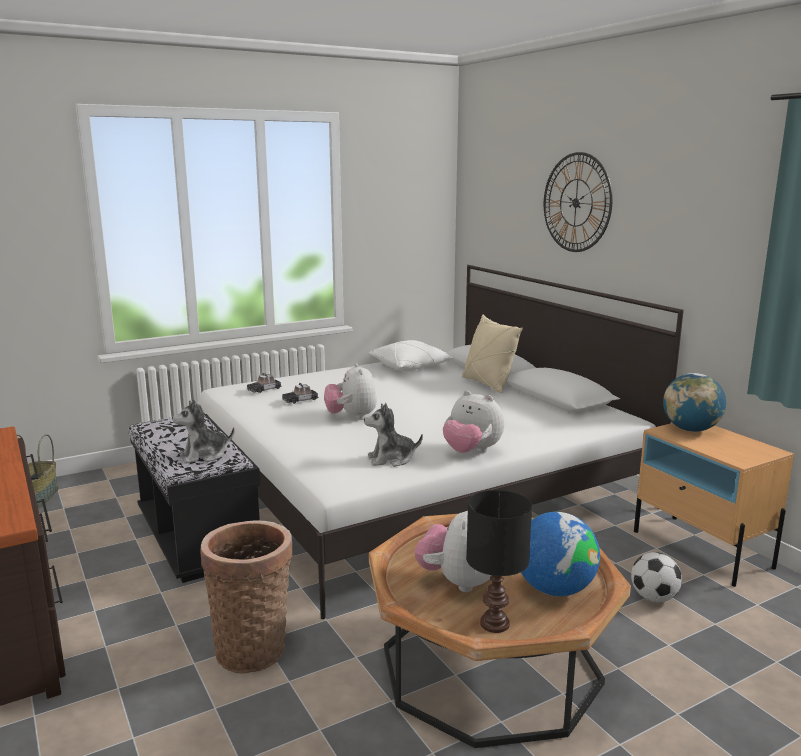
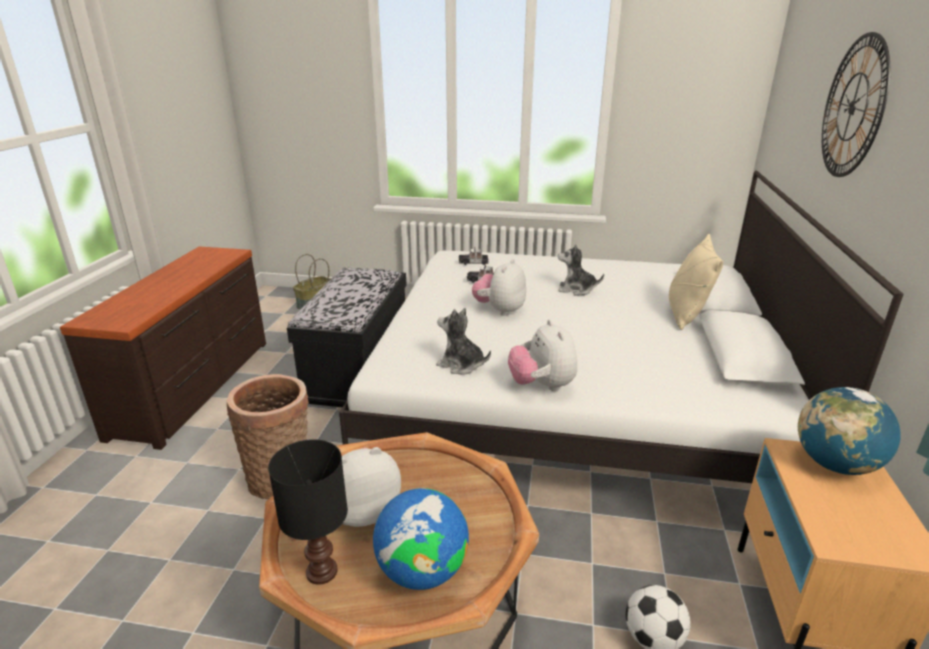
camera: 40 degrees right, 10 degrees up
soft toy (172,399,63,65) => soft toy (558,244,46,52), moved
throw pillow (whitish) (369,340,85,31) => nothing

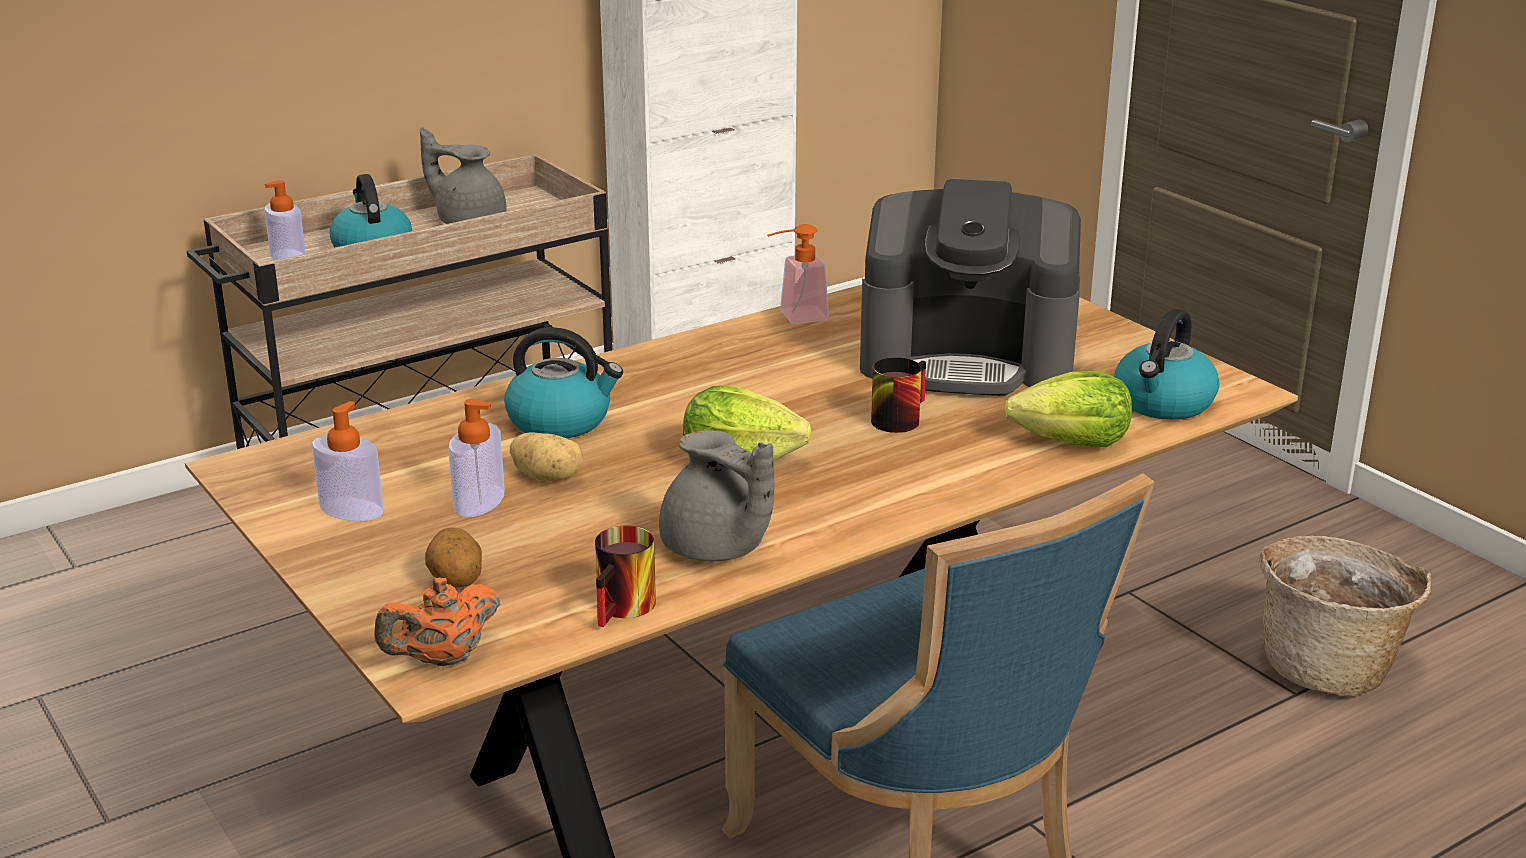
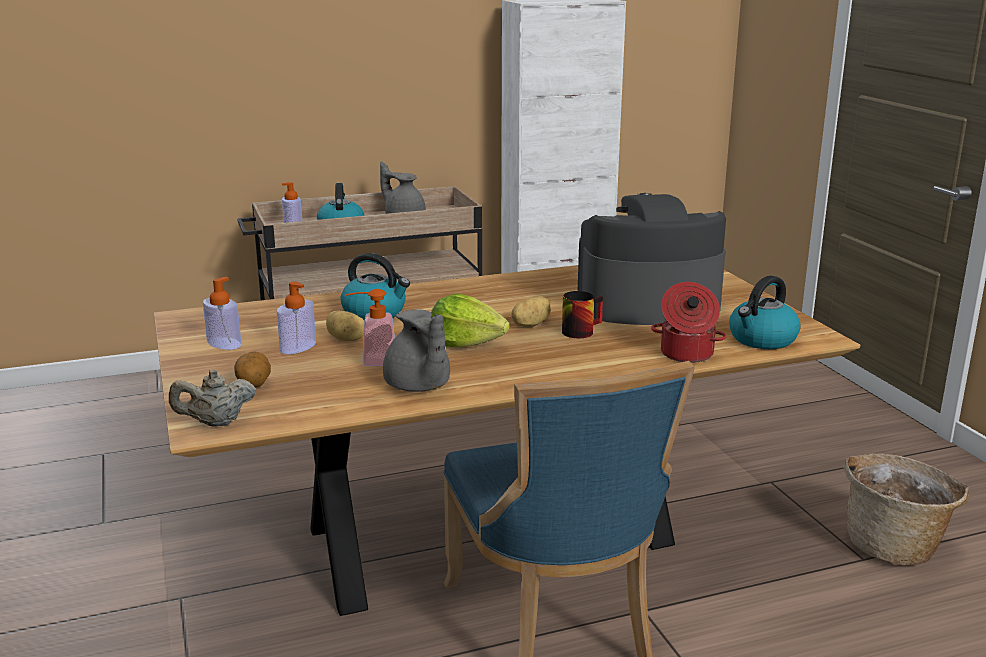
camera: 15 degrees right, 5 degrees down
teapot (orangey) (374,577,127,89) => teapot (beige) (169,369,87,58)
liquid soap bottle (767,224,62,100) => liquid soap bottle (345,289,50,77), moved
nothing => potato (511,296,40,31)
coffee brewer (860,179,221,217) => coffee brewer (578,193,148,132), 150 degrees clockwise
head of lettuce (1004,371,128,76) => saucepot (651,282,76,81)
coffee mug (595,526,61,101) => nothing

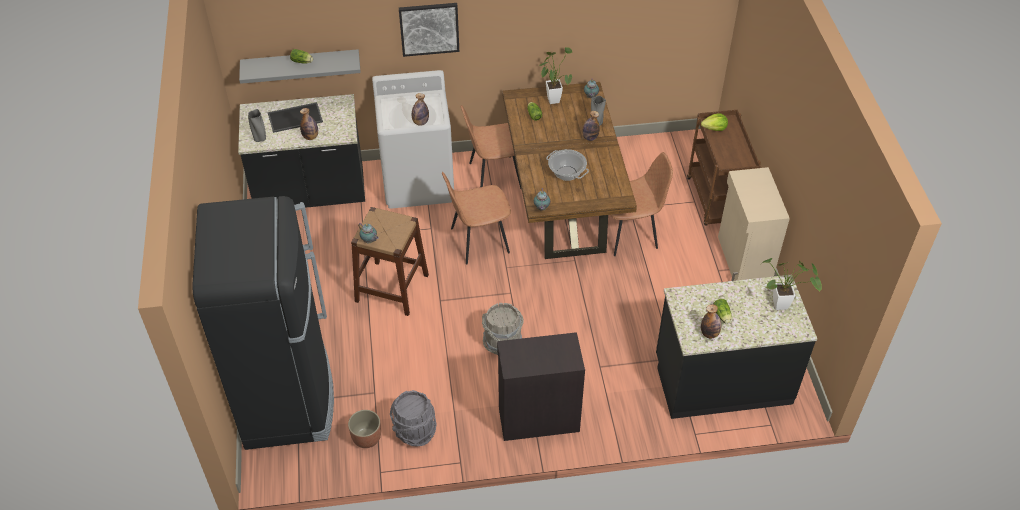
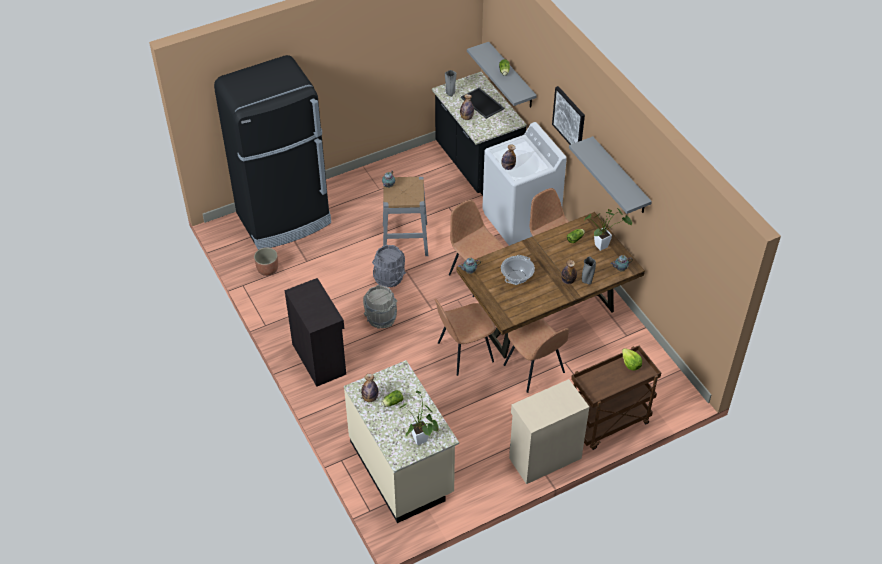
camera: 70 degrees right, 0 degrees up
counter (black-coloured) (656,275,161,144) => counter (beige) (344,360,115,163)
bucket (grey) (390,390,47,56) => bucket (grey) (372,245,34,43), moved
stool seat (brown-coloured) (351,207,78,109) => stool seat (grey) (383,177,45,79)
nothing => upright chair (brown-coloured) (434,298,62,78)
nothing => wall shelf (grey) (569,136,83,78)

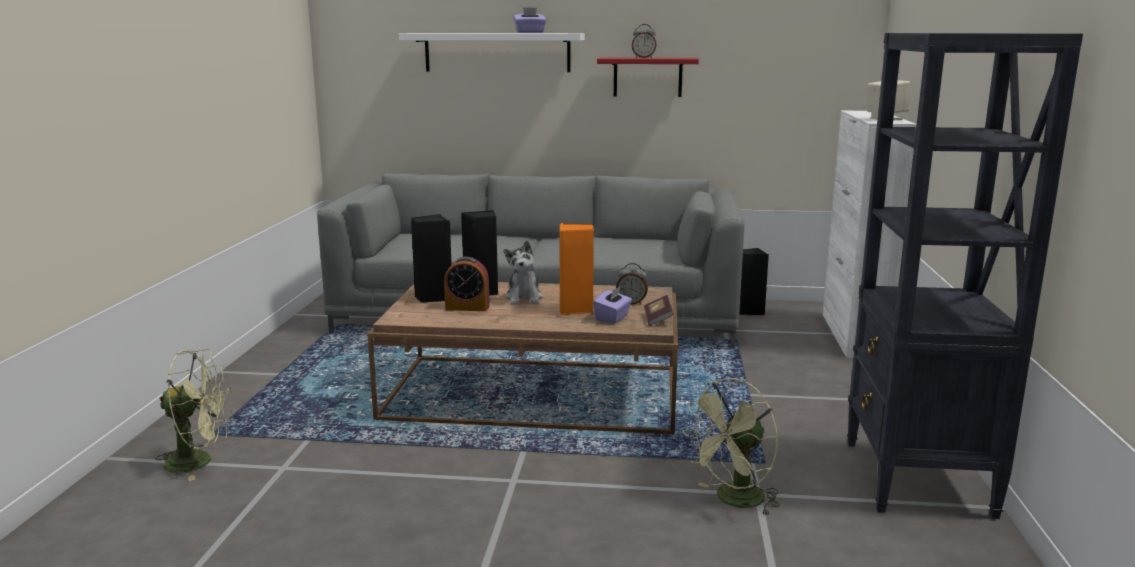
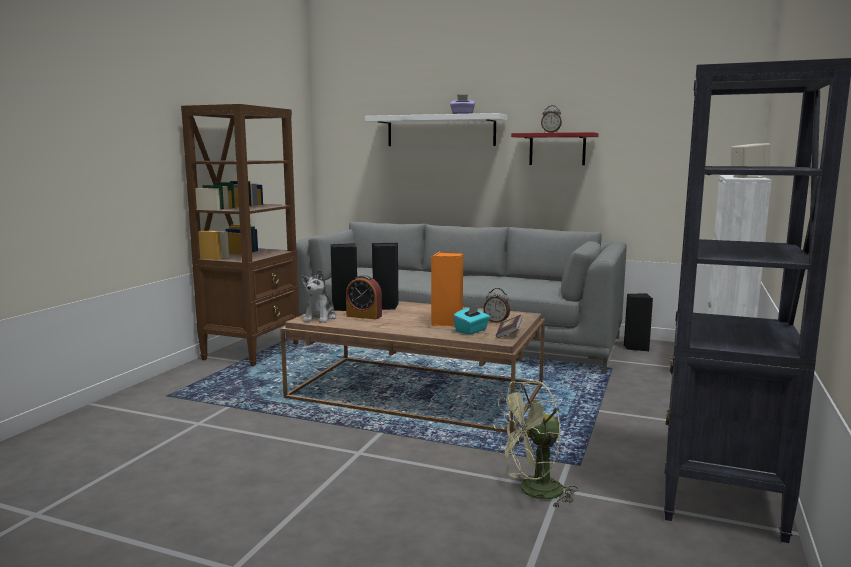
camera: 15 degrees right, 5 degrees down
nothing => bookcase (brown-coloured) (181,104,118,262)
soft toy (504,241,39,64) => soft toy (301,269,35,54), moved
tissue box (purple) (593,286,39,38) => tissue box (turquoise) (453,304,37,31)
fan (green-coloured) (155,349,78,132) => nothing

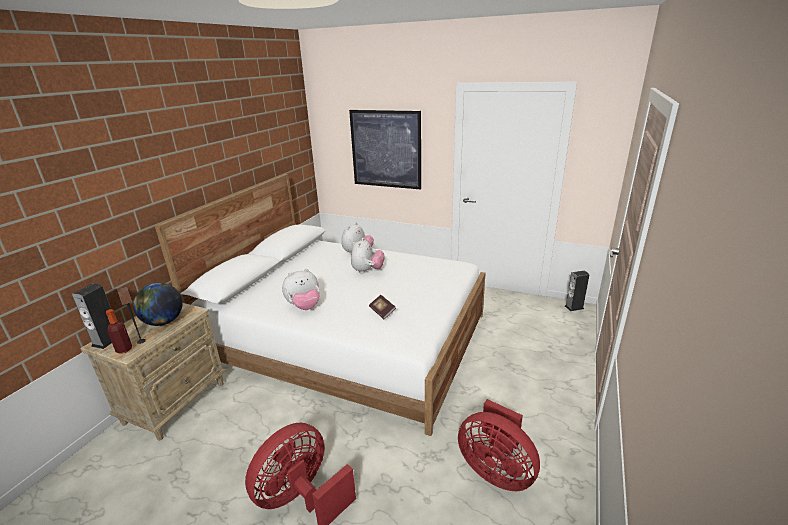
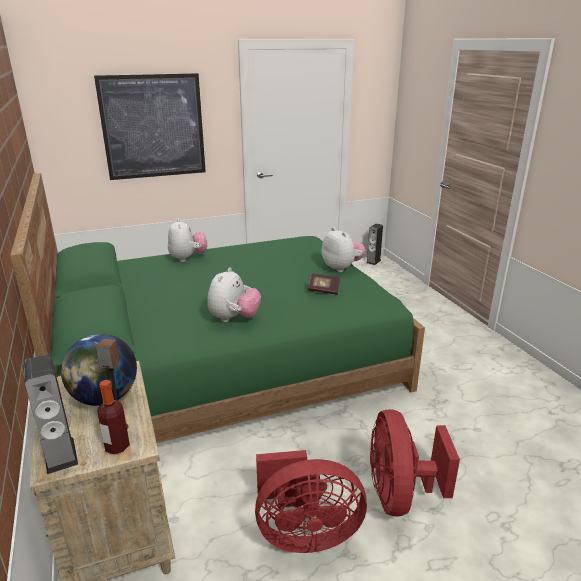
camera: 45 degrees left, 0 degrees up
sleeping bed (whitish) (155,174,331,262) => sleeping bed (green-coloured) (10,173,415,270)
fan (red-coloured) (458,399,82,92) => fan (red-coloured) (255,450,112,103), moved
soft toy (351,238,34,36) => soft toy (322,227,43,45), moved

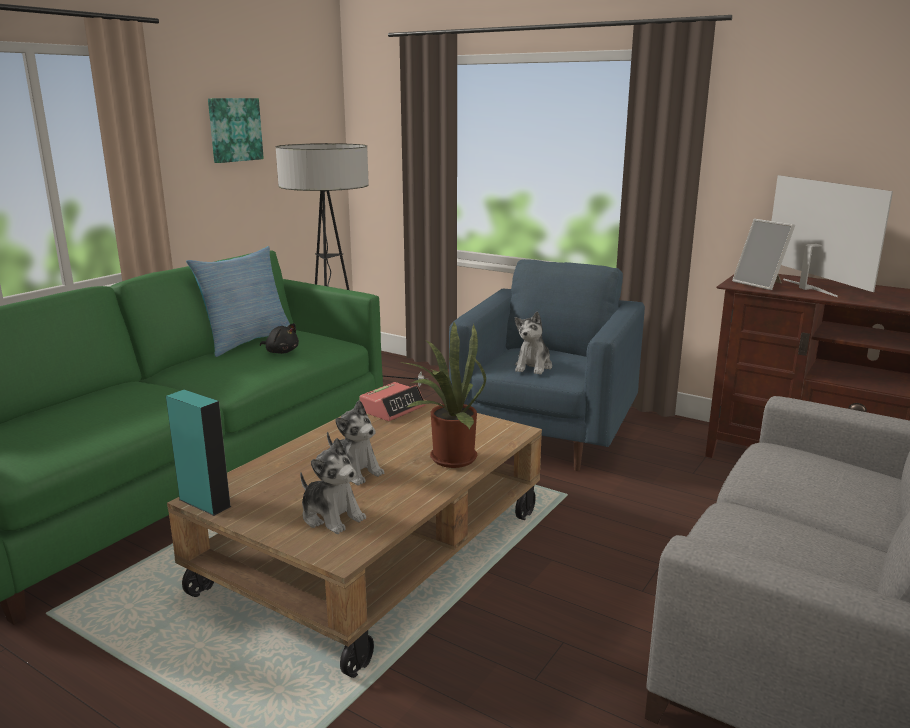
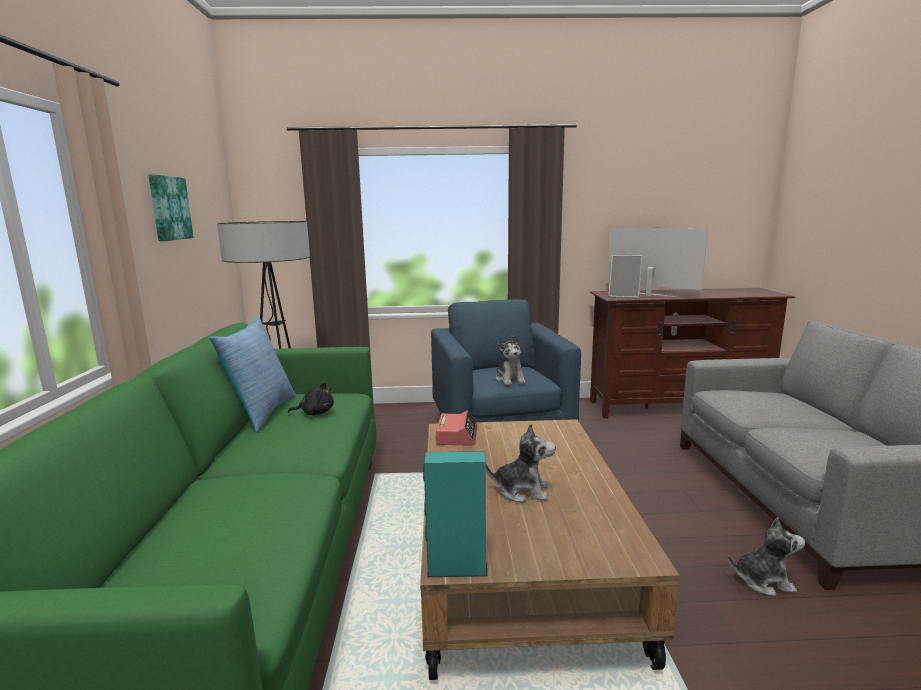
camera: 35 degrees left, 5 degrees down
soft toy (300,438,66,96) => soft toy (728,517,77,79), moved
plant in a pot (399,322,87,146) => nothing

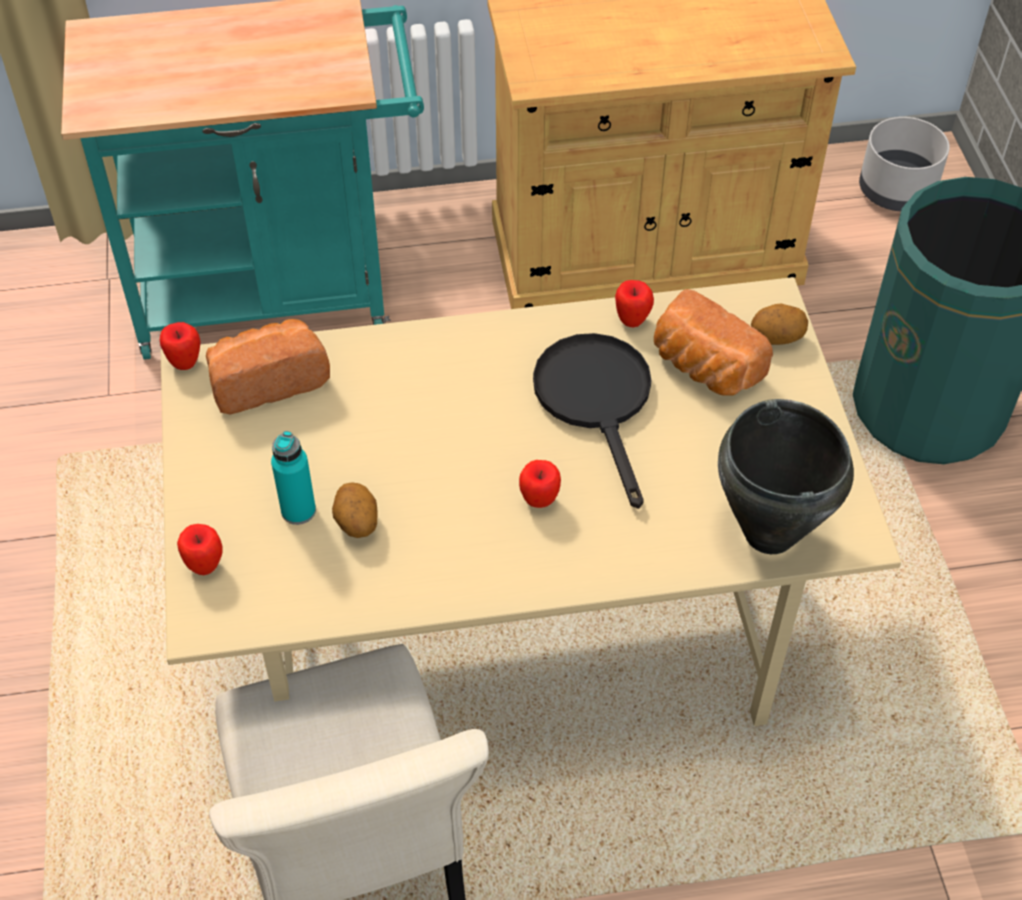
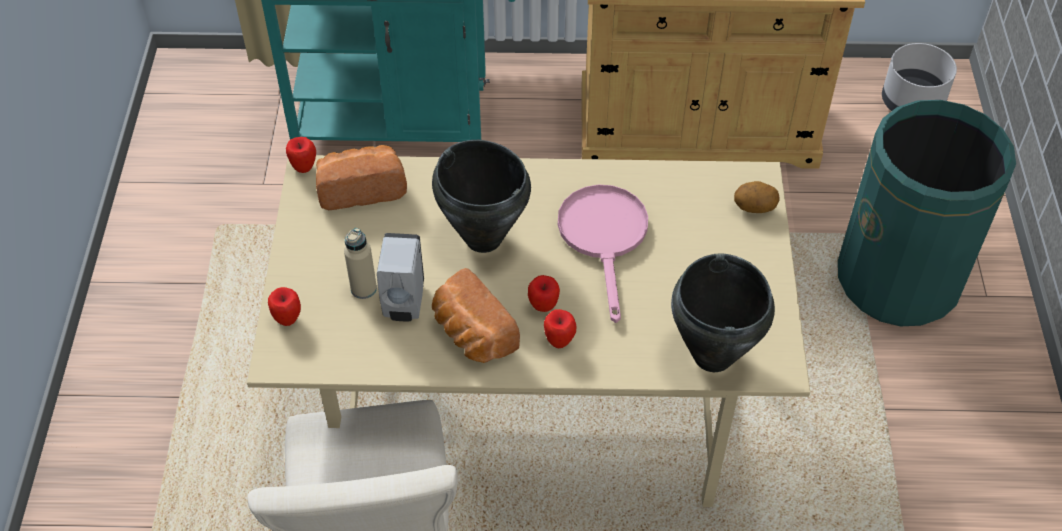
camera: 10 degrees right, 0 degrees up
bottle (turquoise) (271,431,45,94) => bottle (beige) (344,228,33,71)
potato (332,482,46,56) => liquid soap bottle (whitish) (377,233,47,88)
nothing => saucepot (black-coloured) (432,140,99,113)
bread (654,289,119,107) => bread (432,268,88,95), moved
apple fruit (615,280,39,48) => apple fruit (544,309,32,39), moved
frying pan (black-coloured) (533,333,118,176) => frying pan (pink) (558,185,90,138)

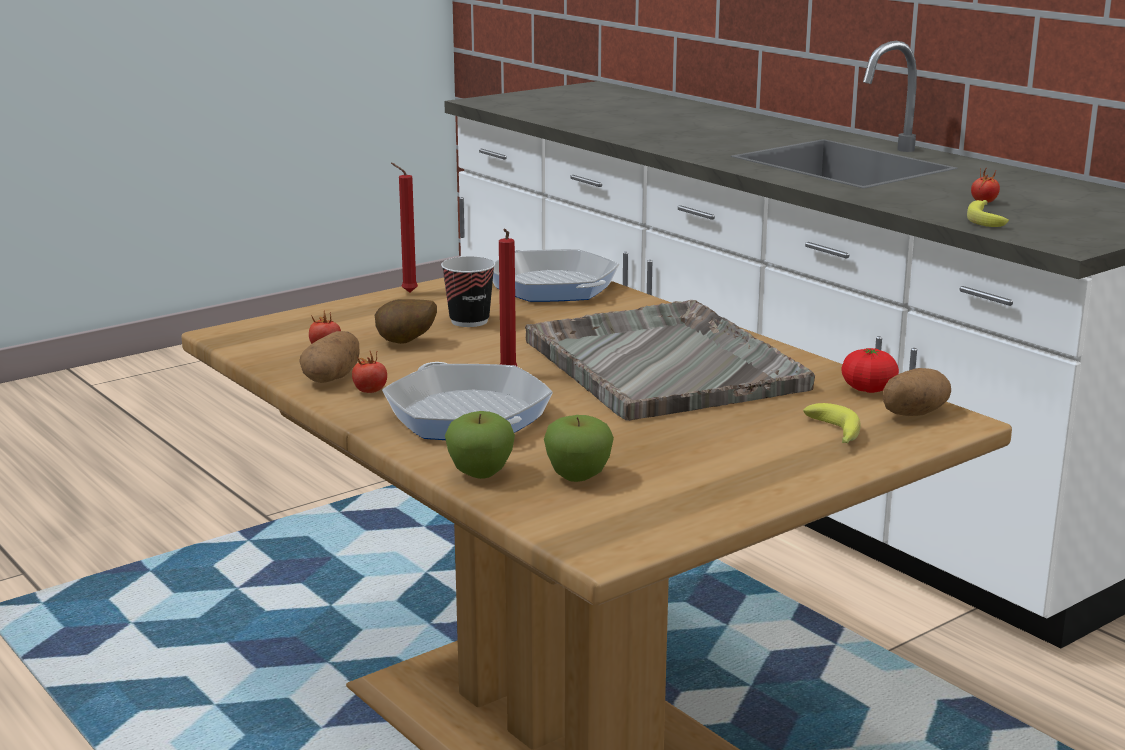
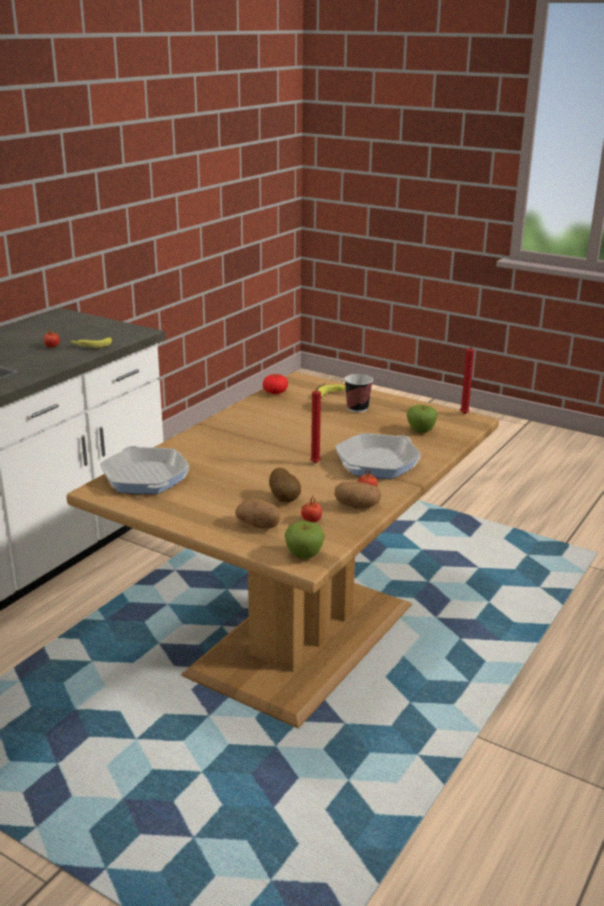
camera: 110 degrees left, 5 degrees up
frying pan (493,249,126,53) => frying pan (100,446,90,48), 120 degrees clockwise
potato (883,368,68,48) => potato (235,499,46,29), moved
apple fruit (445,411,70,68) => apple fruit (285,521,40,38), moved
drinking cup (441,256,54,71) => drinking cup (344,374,29,39), moved
wax light (red-coloured) (391,163,27,130) => wax light (red-coloured) (460,344,15,70), moved
serving tray (grey) (525,300,290,121) => nothing

